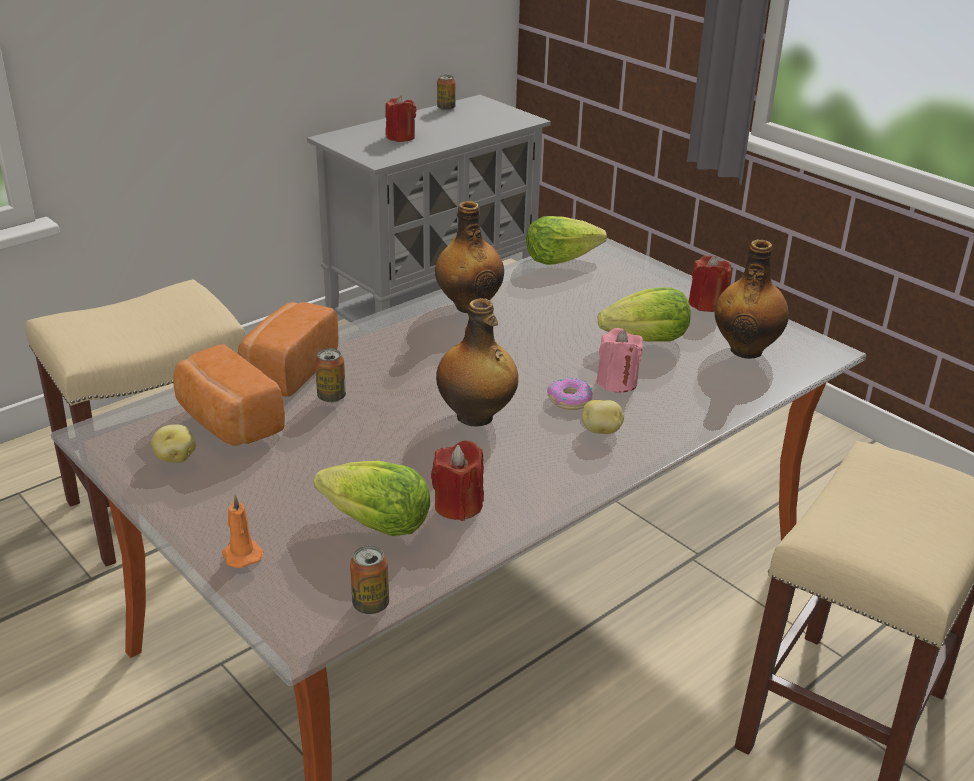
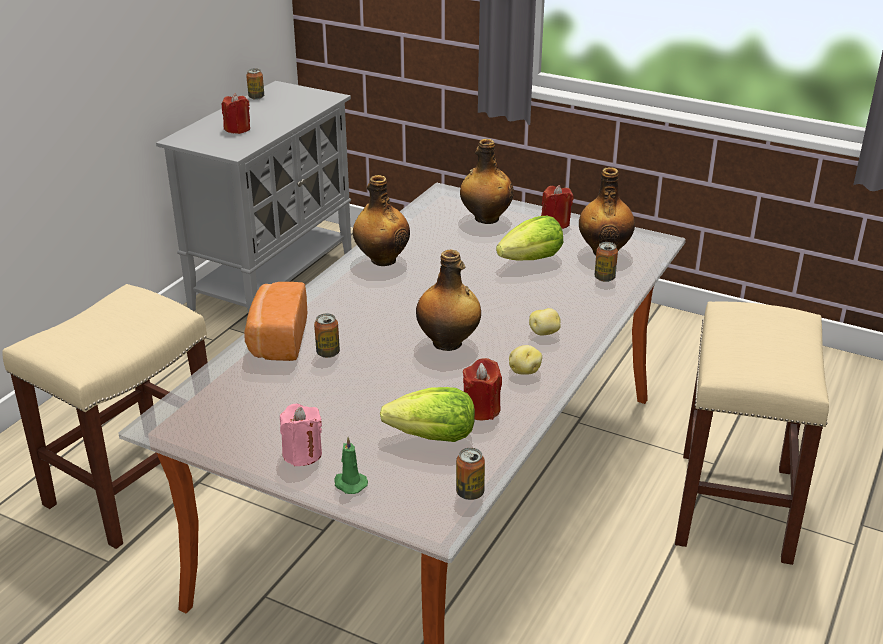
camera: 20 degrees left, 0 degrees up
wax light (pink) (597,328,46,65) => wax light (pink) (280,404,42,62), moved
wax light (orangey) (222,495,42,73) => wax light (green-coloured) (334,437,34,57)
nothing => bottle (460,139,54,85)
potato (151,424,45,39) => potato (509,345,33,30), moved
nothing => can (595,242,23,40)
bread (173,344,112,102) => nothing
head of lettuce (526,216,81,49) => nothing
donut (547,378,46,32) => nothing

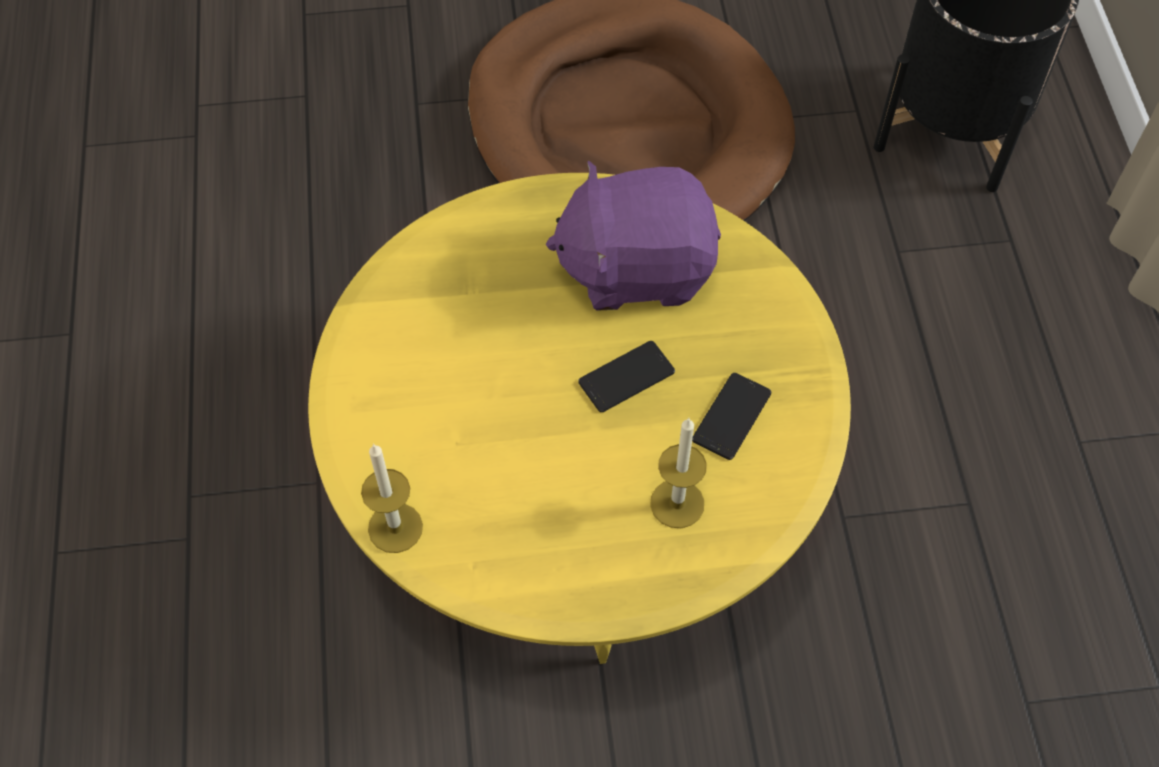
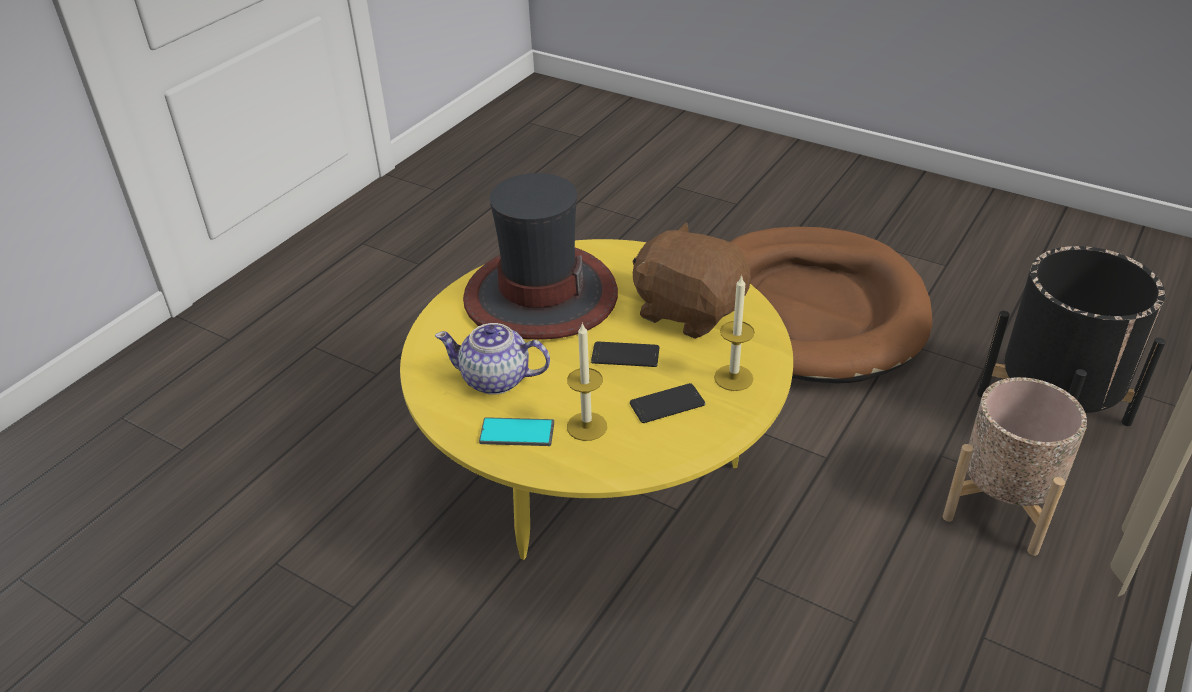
camera: 40 degrees right, 20 degrees down
nothing => teapot (435,323,115,72)
nothing => wearable hat (463,173,155,167)
nothing => phone (479,417,75,29)
soft toy (purple) (546,161,175,150) => soft toy (brown-coloured) (633,222,117,117)
wax light (361,444,62,109) => wax light (714,275,41,116), moved
nothing => planter (beige) (943,377,144,179)

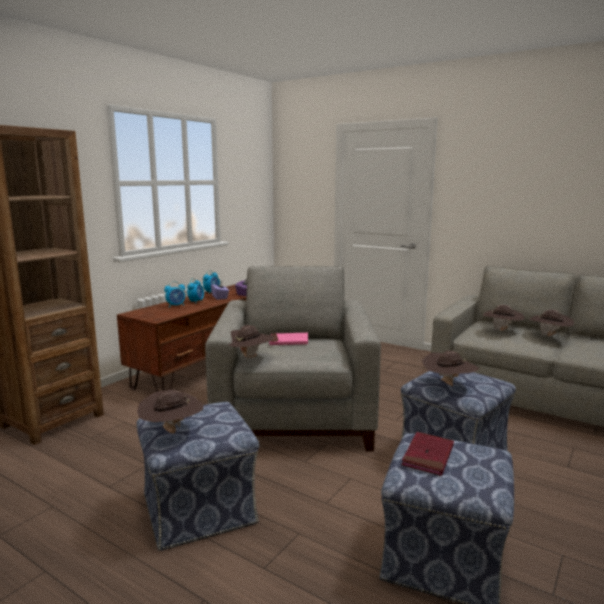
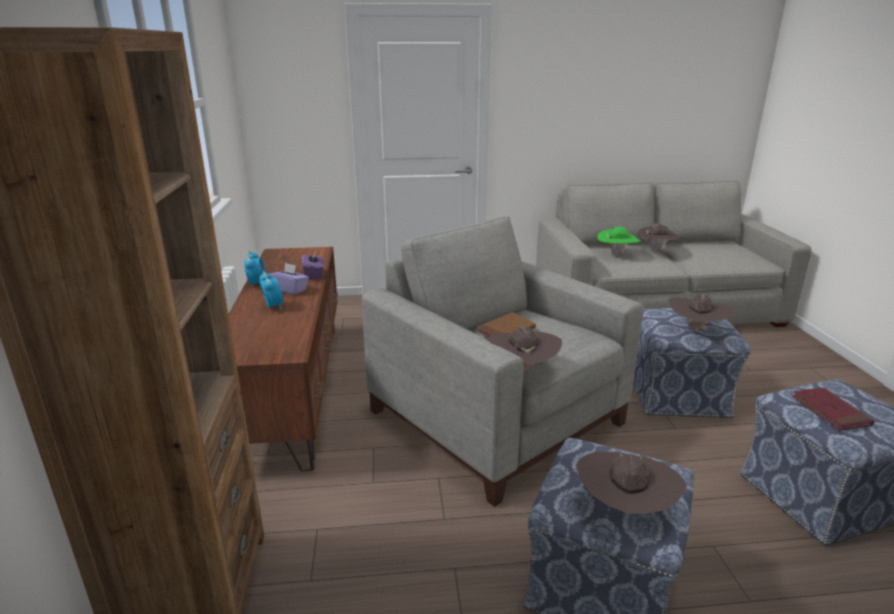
camera: 40 degrees left, 10 degrees up
volume (pink) (269,333,39,12) => volume (brown-coloured) (477,312,59,25)
wearable hat (brown-coloured) (483,305,41,26) => wearable hat (green-coloured) (597,227,43,29)
table clock (164,281,21,27) => nothing

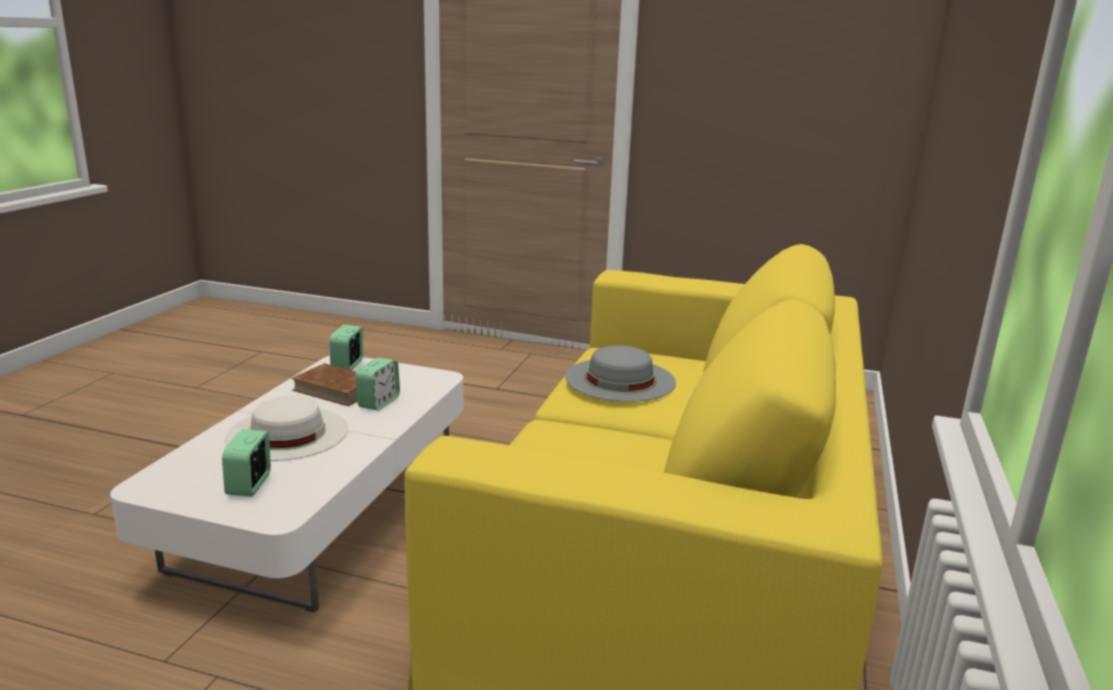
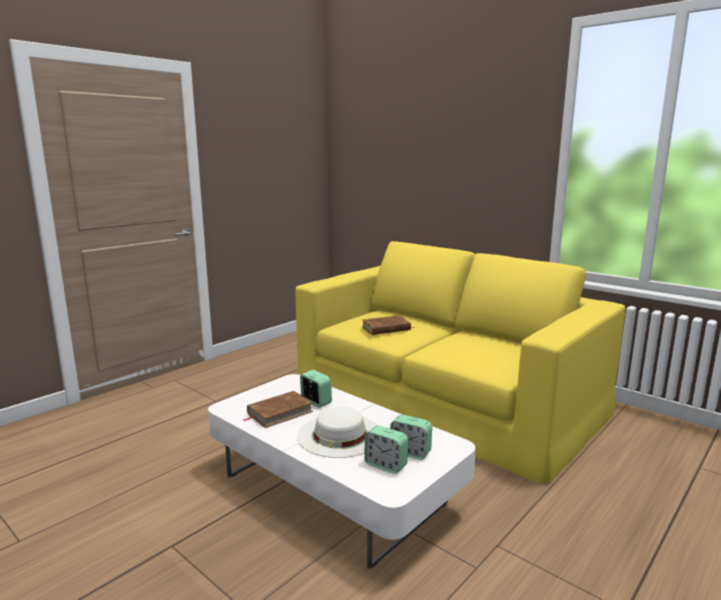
camera: 65 degrees left, 5 degrees down
wearable hat (grey) (565,345,111,57) => volume (brown-coloured) (362,315,52,20)
table clock (330,325,33,45) => table clock (364,425,44,49), moved

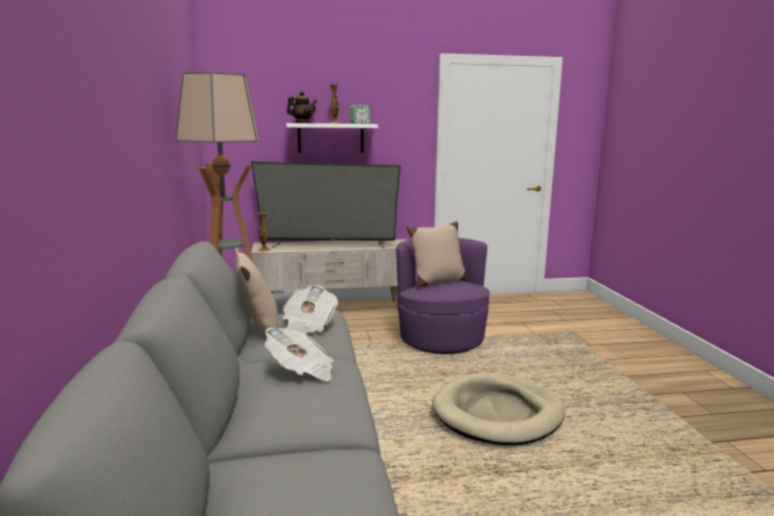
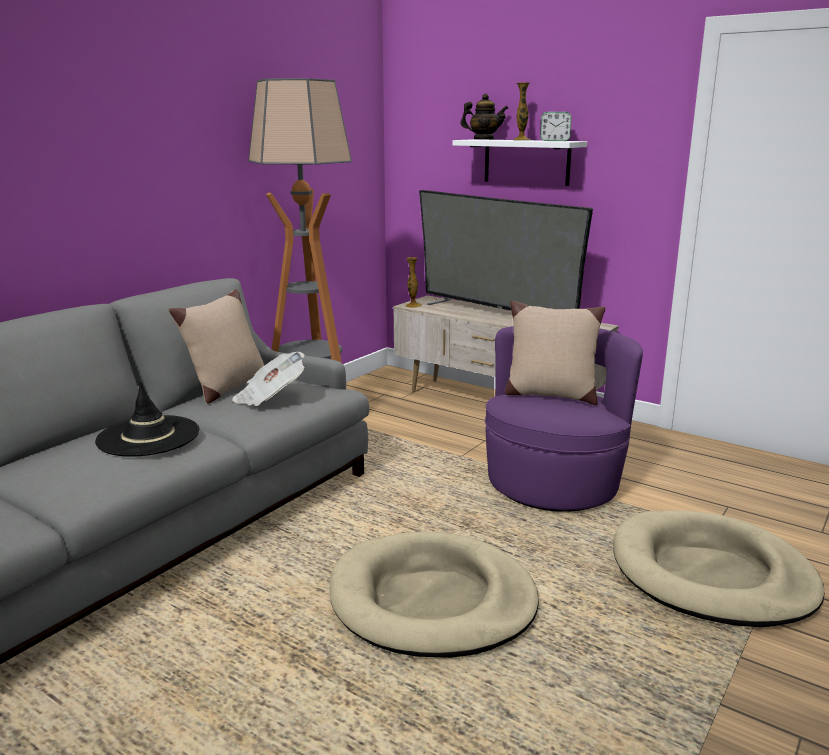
camera: 45 degrees right, 5 degrees up
printed paper (265,328,69,53) => wearable hat (black-coloured) (95,381,104,75)
nothing => dog cushion (beige) (613,510,211,117)

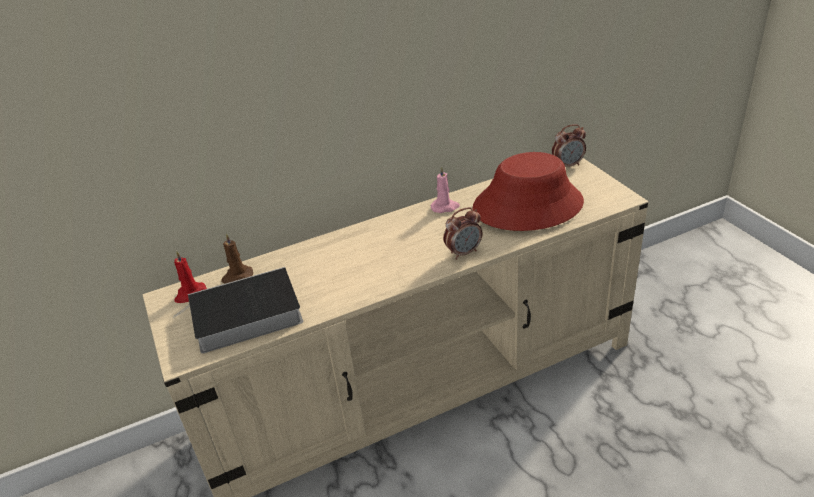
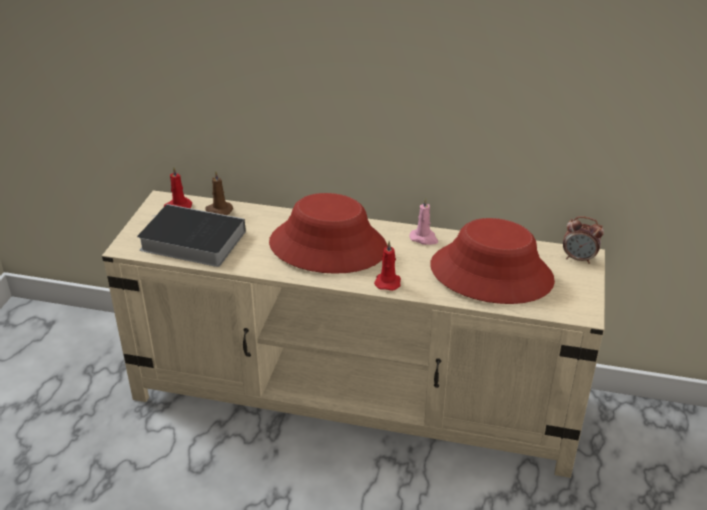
camera: 35 degrees right, 0 degrees up
nothing => wearable hat (red-coloured) (269,193,118,81)
table clock (443,207,39,53) => wax light (red-coloured) (374,241,27,50)

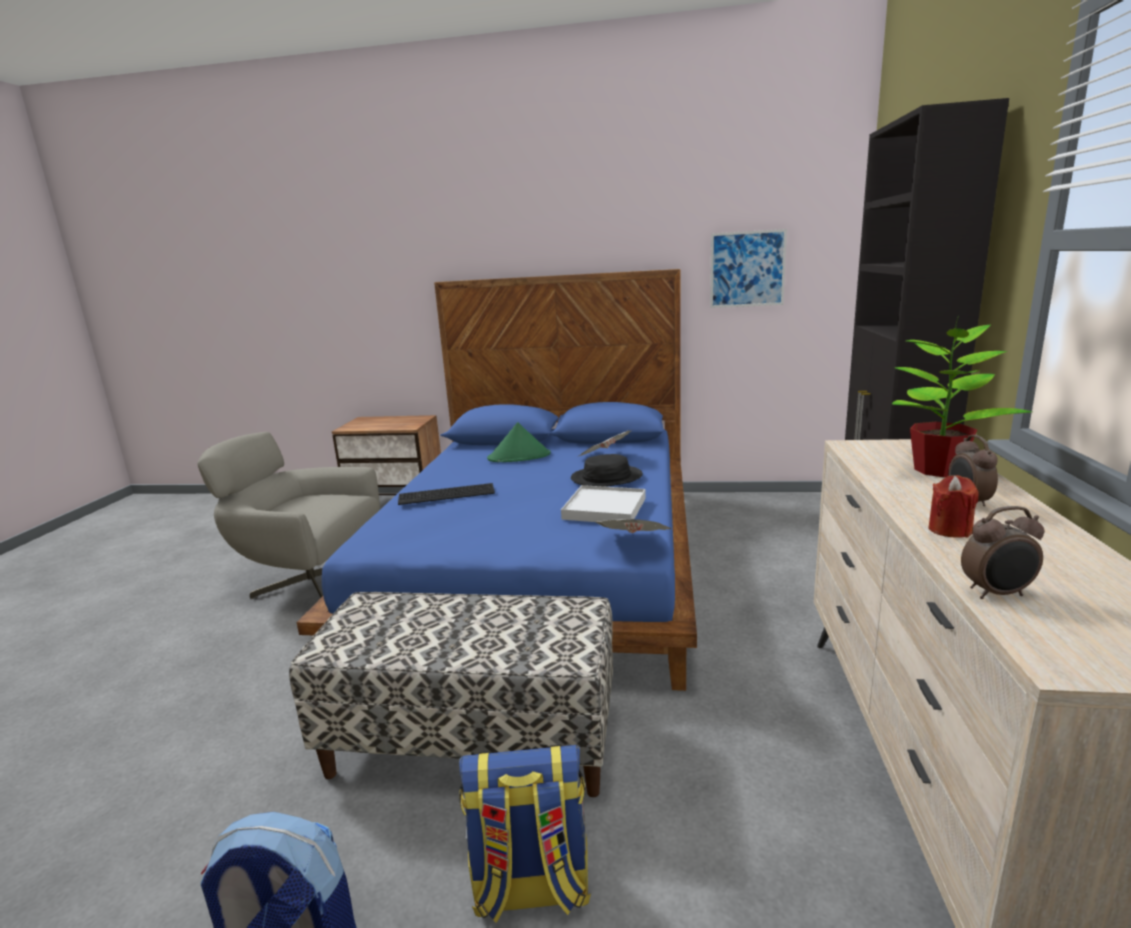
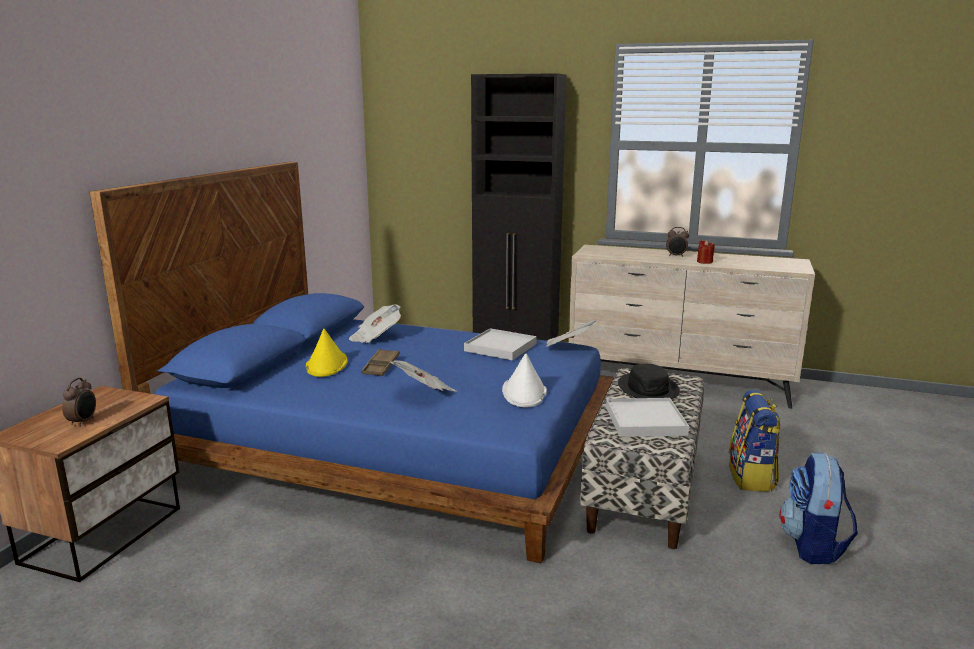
camera: 80 degrees left, 0 degrees up
table clock (961,506,83,93) => table clock (62,378,34,49), moved
wearable hat (green-coloured) (487,422,64,40) => wearable hat (yellow) (306,329,41,48)
nothing => serving tray (brown-coloured) (361,349,38,27)
keyboard (398,483,97,22) => printed paper (390,360,66,31)
nothing => wearable hat (whitish) (502,353,45,54)
nothing => serving tray (whitish) (606,398,83,39)
wearable hat (black-coloured) (571,454,72,33) => wearable hat (black-coloured) (618,364,62,35), moved
easy chair (grey) (198,432,182,167) => nothing
wall art (710,229,77,79) => nothing
plant in a pot (892,316,140,161) => nothing

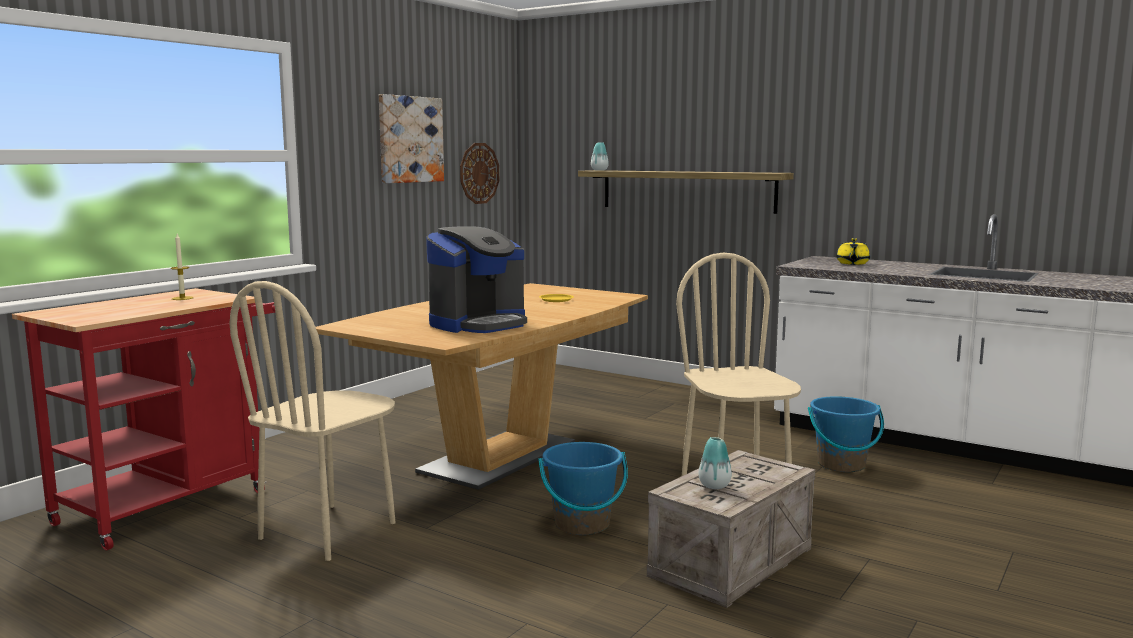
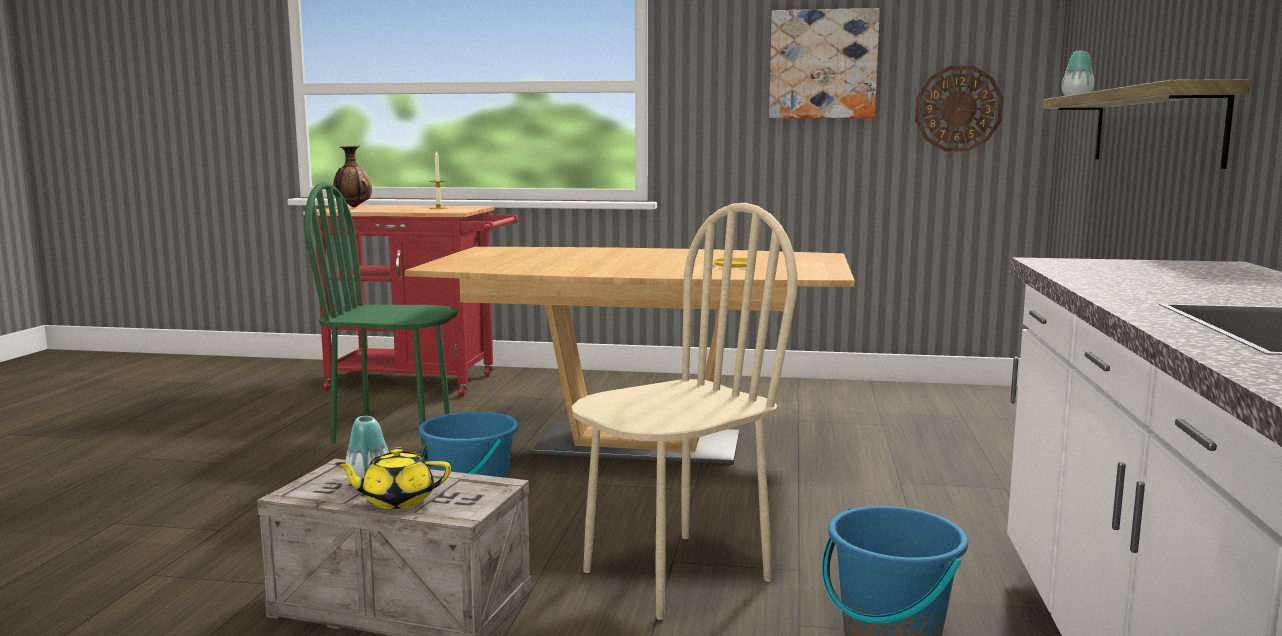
camera: 65 degrees right, 0 degrees up
upright chair (beige) (229,281,167,280) => upright chair (green-coloured) (304,182,154,263)
nothing => vase (333,146,39,61)
teapot (yellow) (836,238,34,27) => teapot (yellow) (335,447,116,62), moved
coffee brewer (426,226,101,107) => nothing

